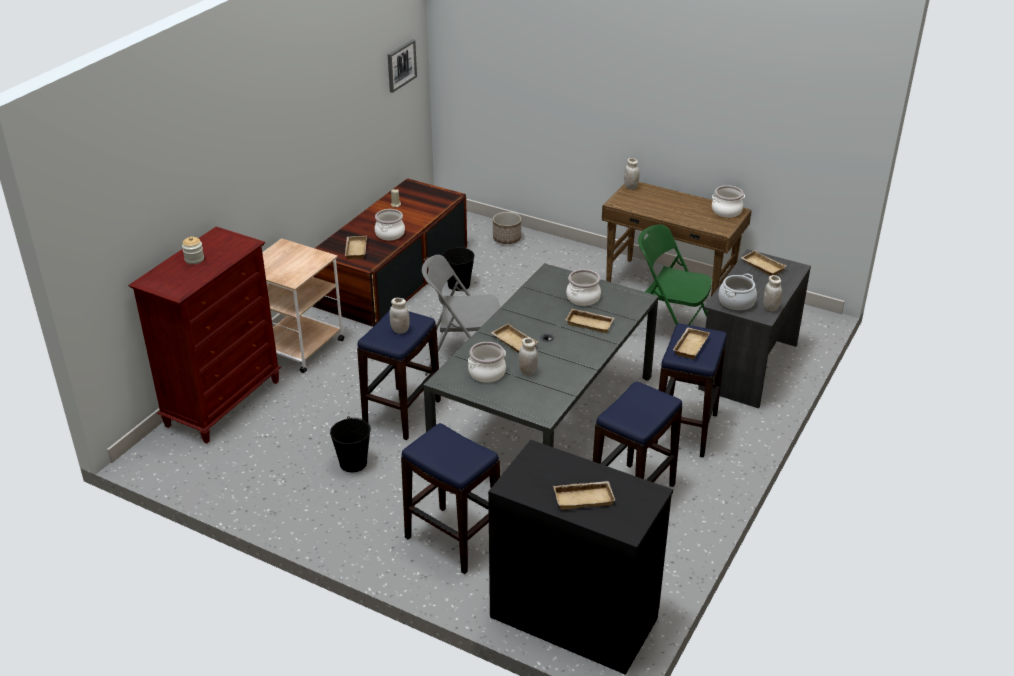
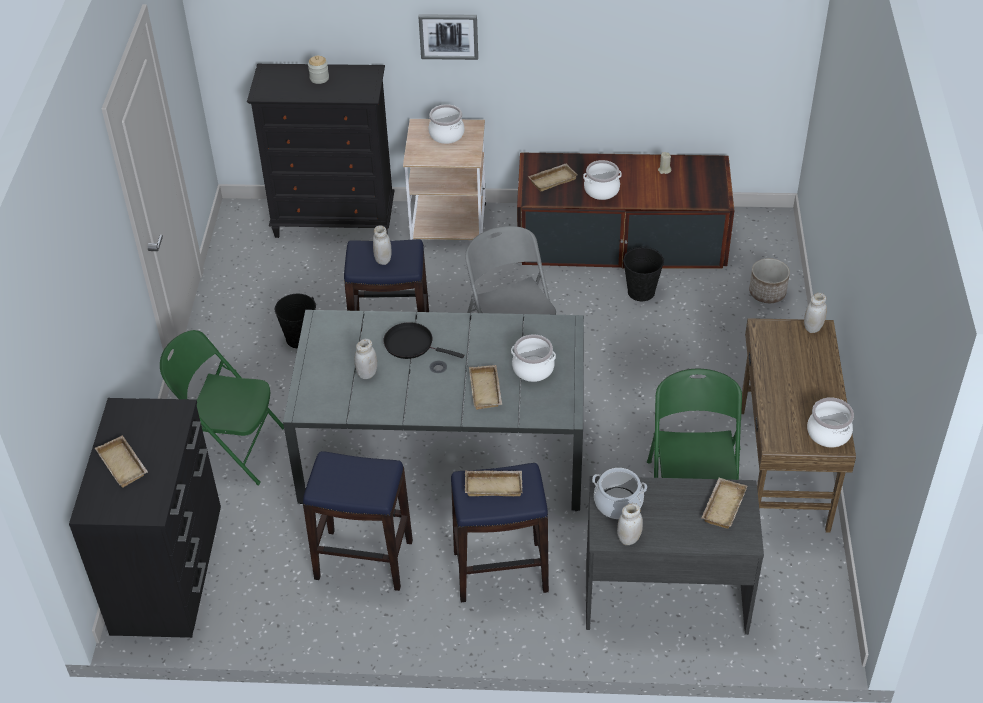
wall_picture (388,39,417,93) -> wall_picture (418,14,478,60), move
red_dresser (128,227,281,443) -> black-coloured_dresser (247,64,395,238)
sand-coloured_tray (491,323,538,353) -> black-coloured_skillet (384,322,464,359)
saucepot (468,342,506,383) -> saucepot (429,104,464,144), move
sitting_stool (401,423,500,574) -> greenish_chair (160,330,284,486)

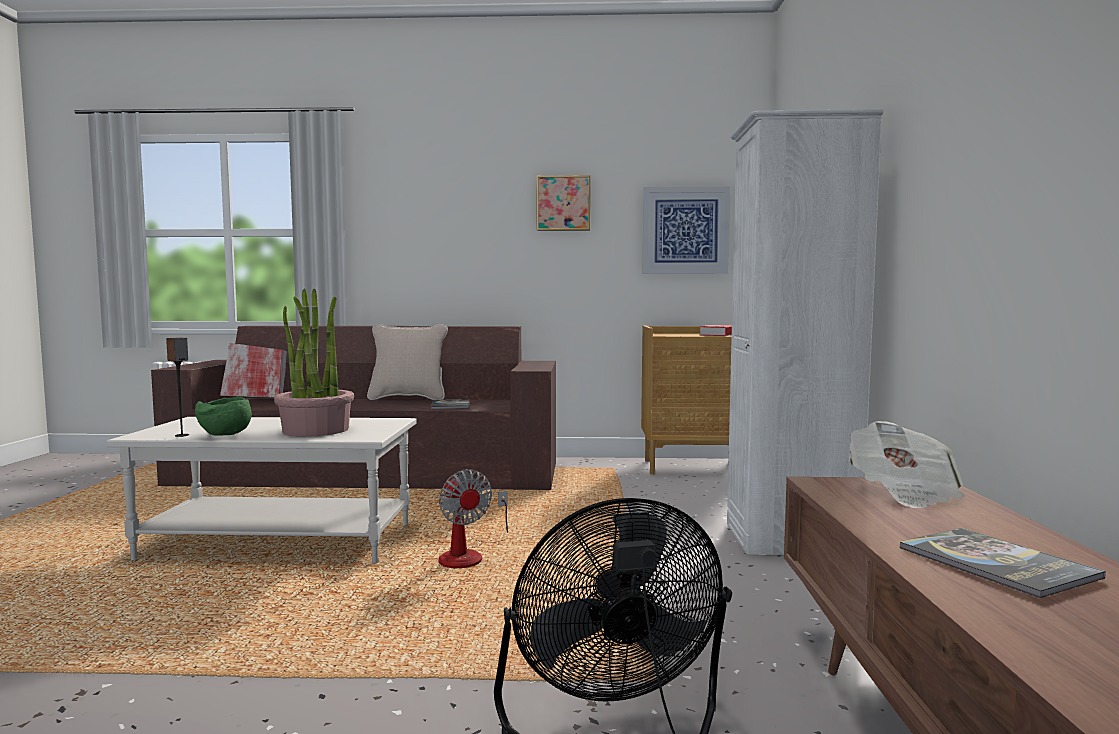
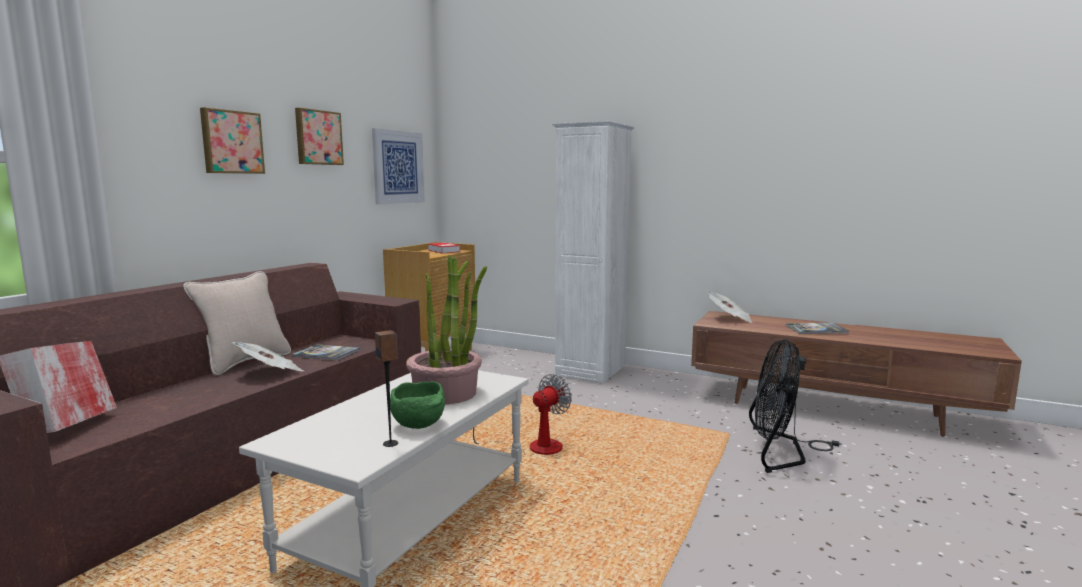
cooling_fan (438,469,508,568) -> cooling_fan (470,374,572,456), 45 degrees counterclockwise
none -> wall_picture (200,107,265,174)
none -> printed_paper (232,342,304,371)

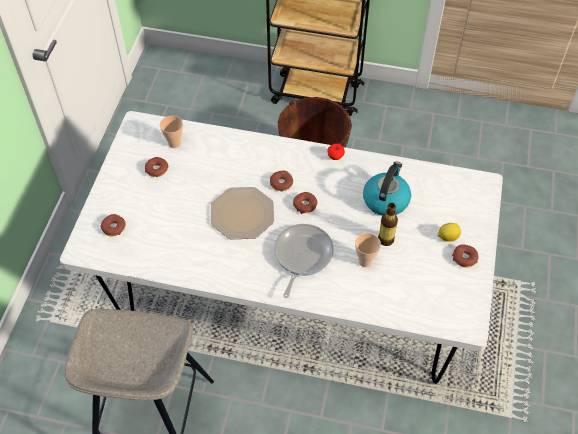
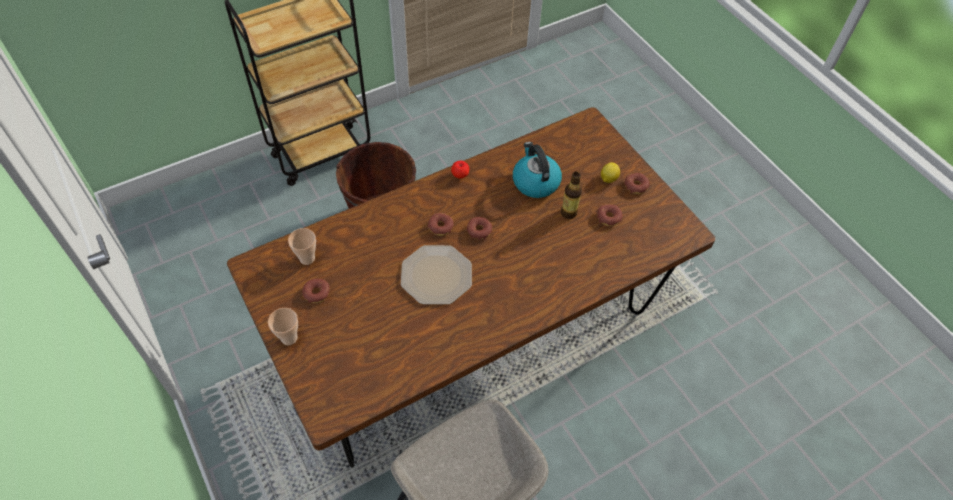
whitish_dining_table (60,111,503,384) -> brown_dining_table (227,107,716,468)
doughnut (101,214,126,237) -> doughnut (597,204,623,226), move
skillet (274,224,334,298) -> none
drinking_cup (355,233,381,267) -> drinking_cup (268,308,298,345), move

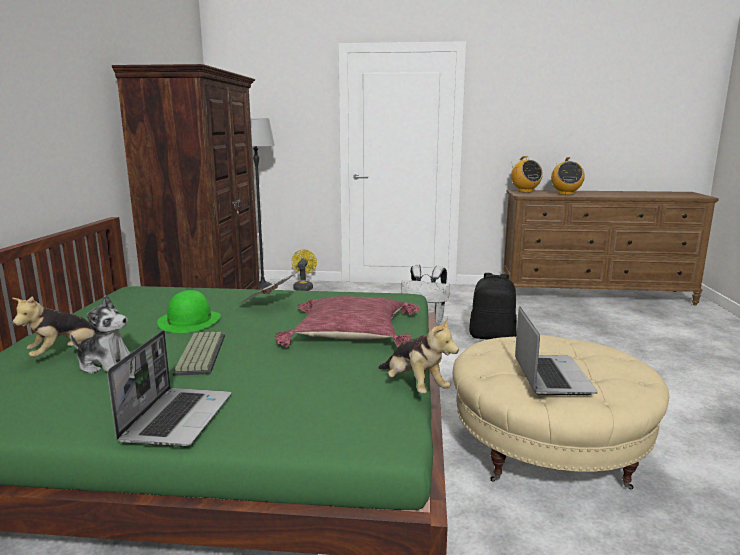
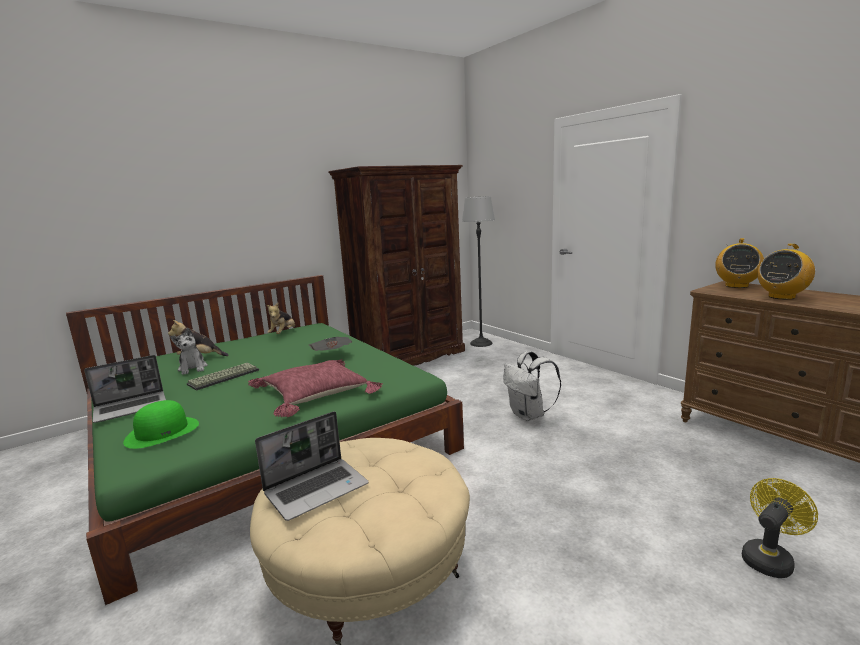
yellow-coloured_cooling_fan (291,250,317,291) -> yellow-coloured_cooling_fan (742,478,818,578), move
black-coloured_backpack (469,273,517,340) -> none
greenish_hat (157,290,221,333) -> greenish_hat (123,400,199,449), move
plush_toy (378,317,459,393) -> plush_toy (267,303,296,334), move

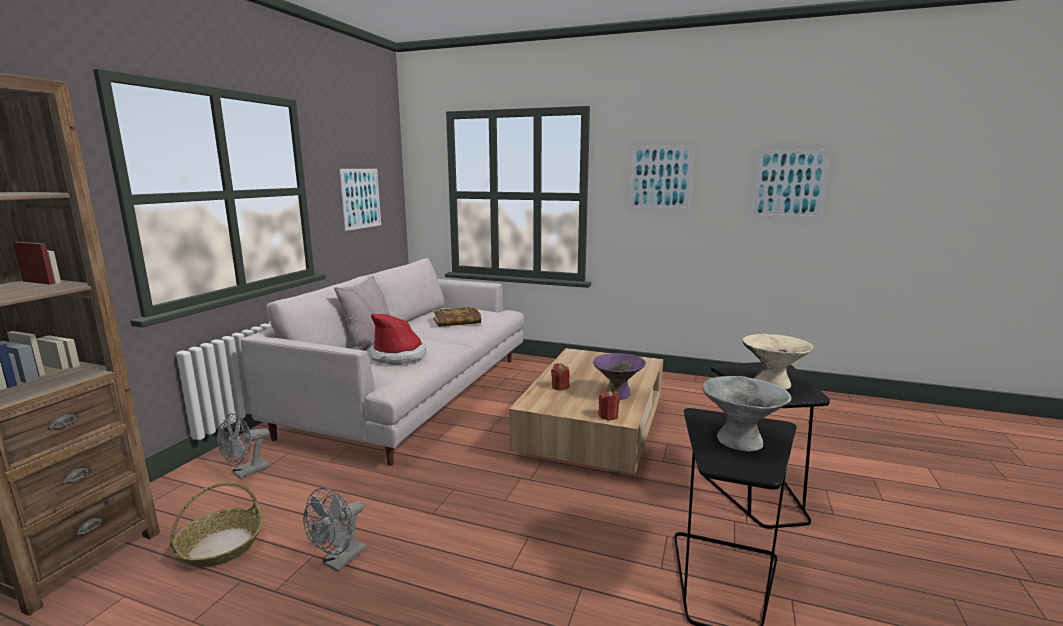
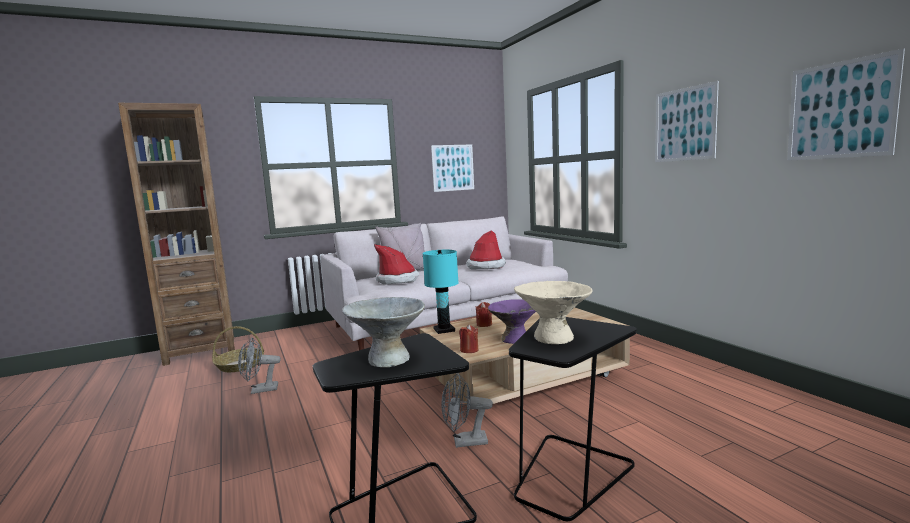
bound_book (433,307,481,327) -> hat (466,230,506,269)
gray_cooling_fan (217,413,270,479) -> gray_cooling_fan (441,373,493,448), move
none -> turquoise-coloured_lamp_for_a_table (423,250,459,334)

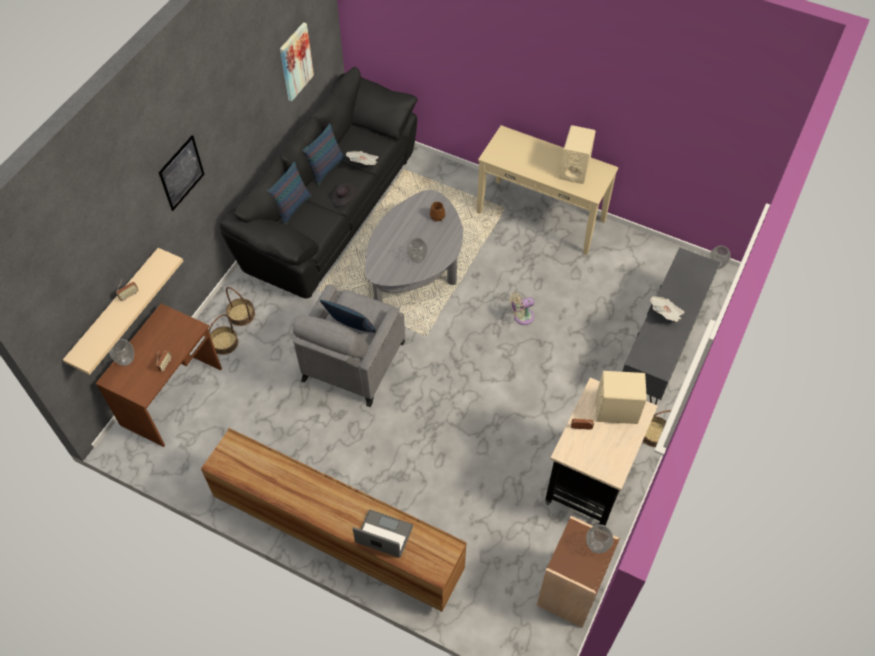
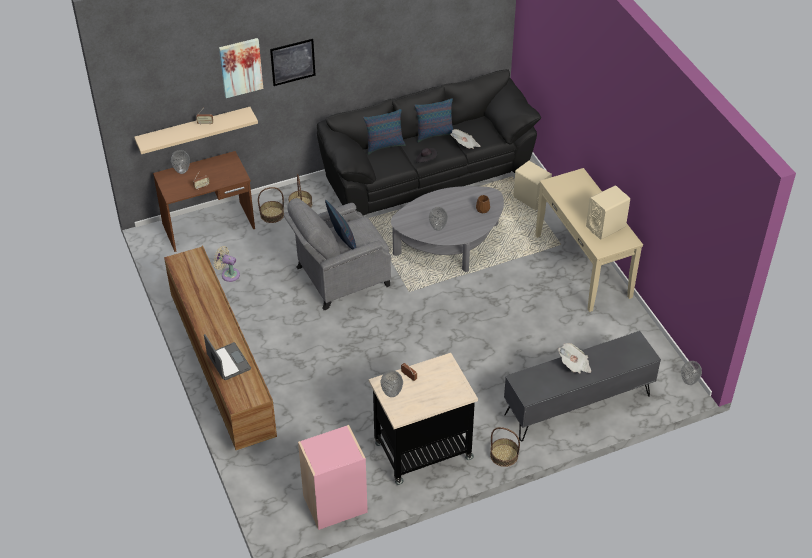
wall_picture (280,22,314,101) -> wall_picture (219,38,263,98), move
sand-coloured_cooling_fan (510,292,534,325) -> sand-coloured_cooling_fan (214,246,240,282), move
sand-coloured_audio_speaker (596,371,647,424) -> sand-coloured_audio_speaker (513,161,552,210), move
brown_bookshelf (536,516,620,628) -> pinkish_bookshelf (298,425,368,530)
decorative_vase (586,525,614,554) -> decorative_vase (380,370,403,397), move

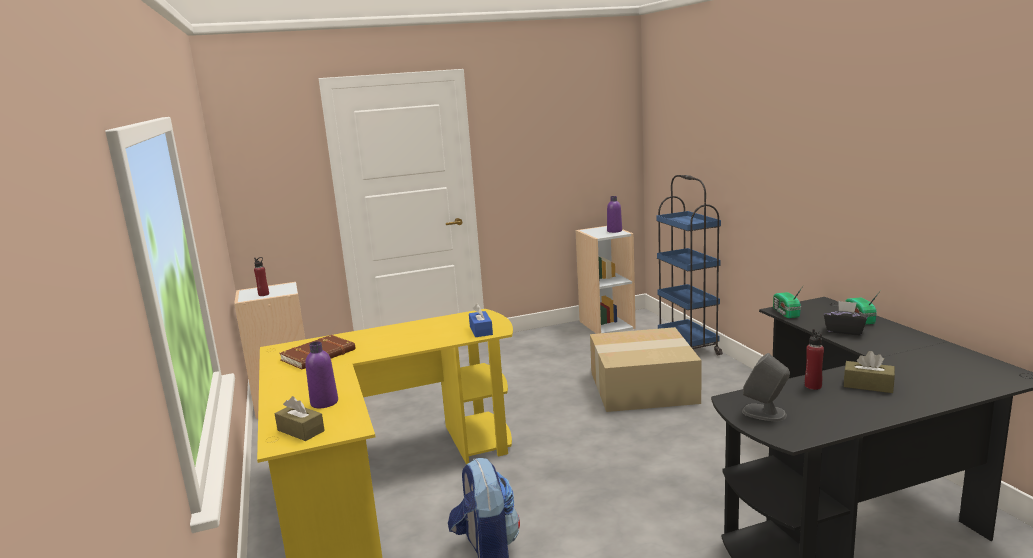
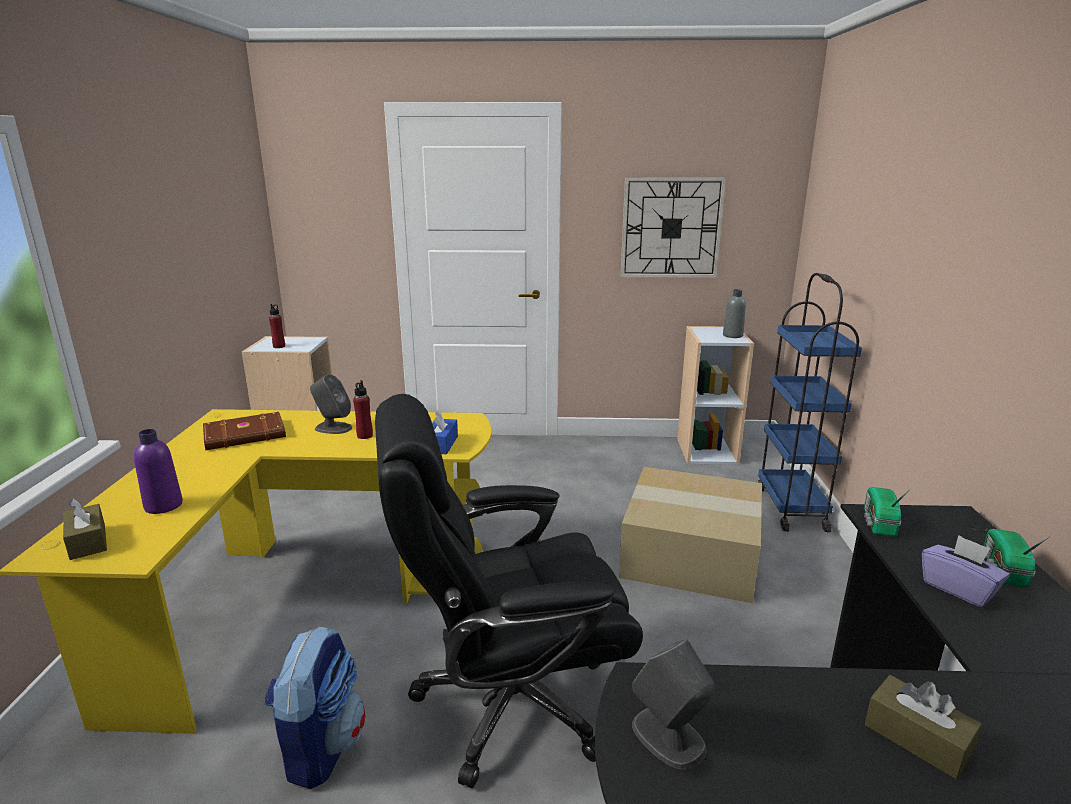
purplish_beverage_bottle (607,196,622,233) -> gray_beverage_bottle (723,289,746,338)
black-coloured_tissue_box (824,301,868,335) -> purplish_tissue_box (922,535,1010,607)
red_beverage_bottle (805,329,824,390) -> red_beverage_bottle (353,380,373,439), move
none -> clock_on_the_wall (621,177,726,278)
none -> gray_audio_speaker (310,374,352,434)
none -> black-coloured_computer_chair (375,394,643,788)

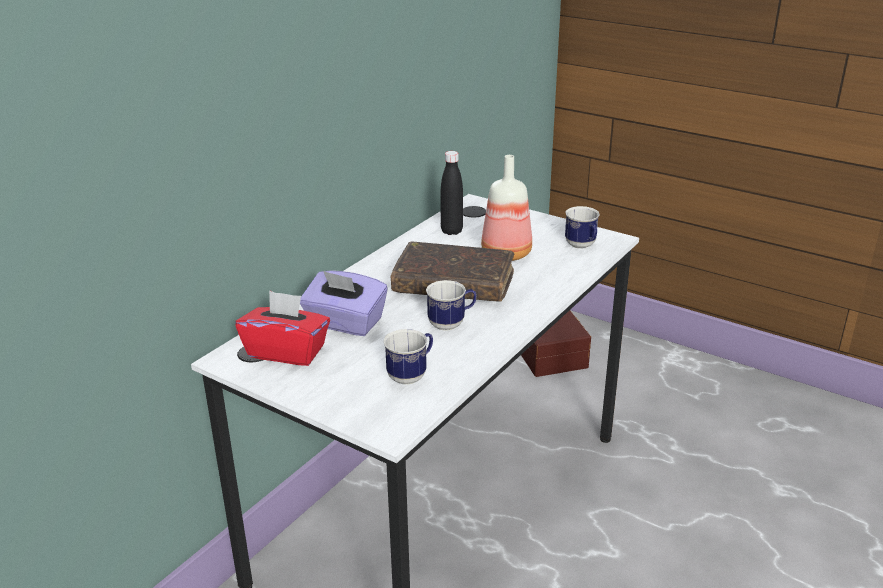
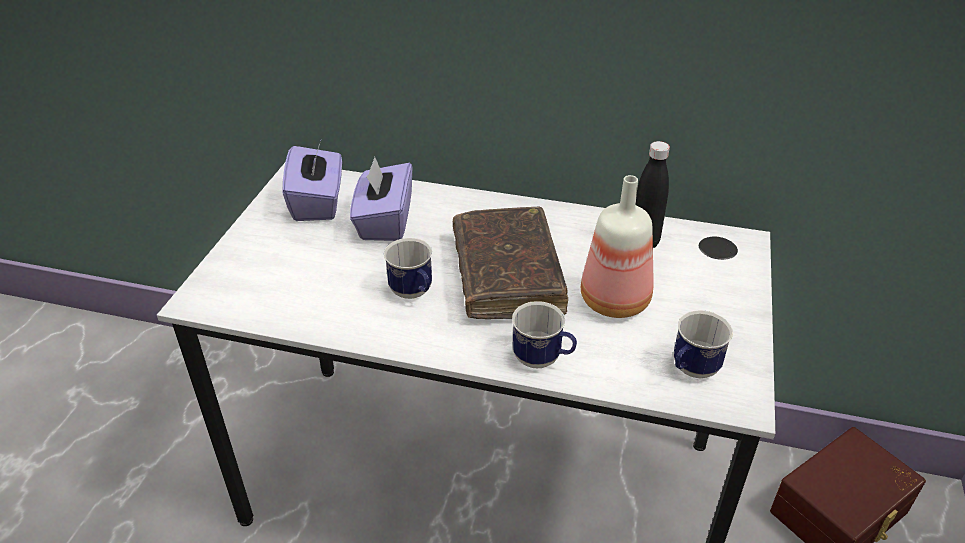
red_tissue_box (236,290,330,366) -> purplish_tissue_box (282,141,342,221)
coffee_mug (384,329,433,385) -> coffee_mug (512,301,577,368), move

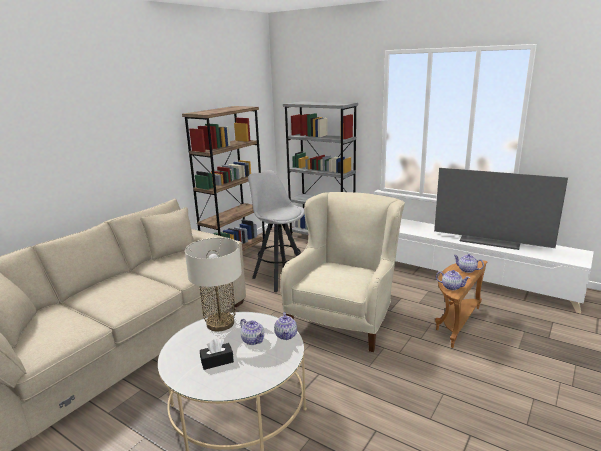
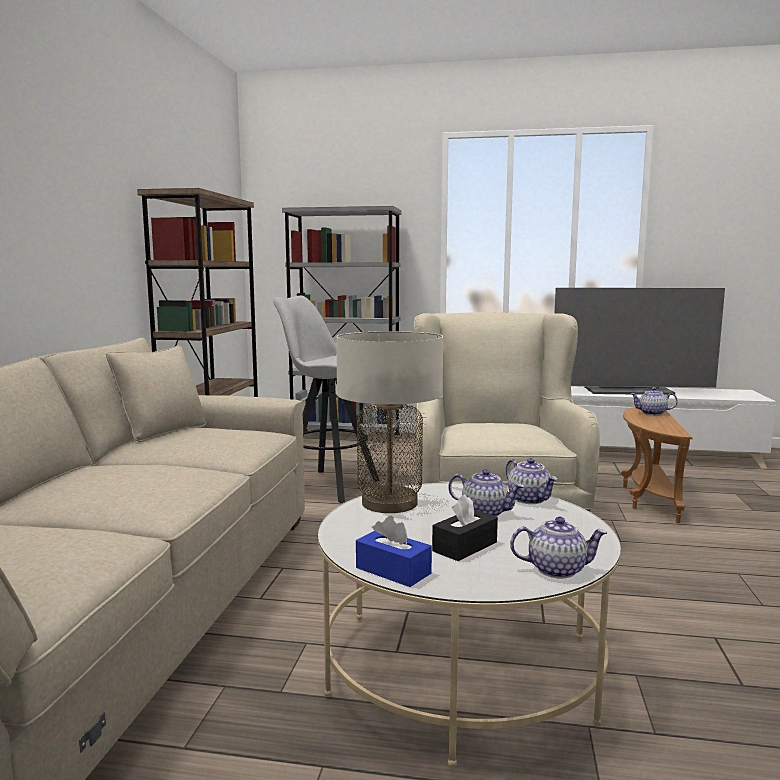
teapot (436,270,470,290) -> teapot (510,517,607,579), move
none -> bluish_tissue_box (356,516,432,587)

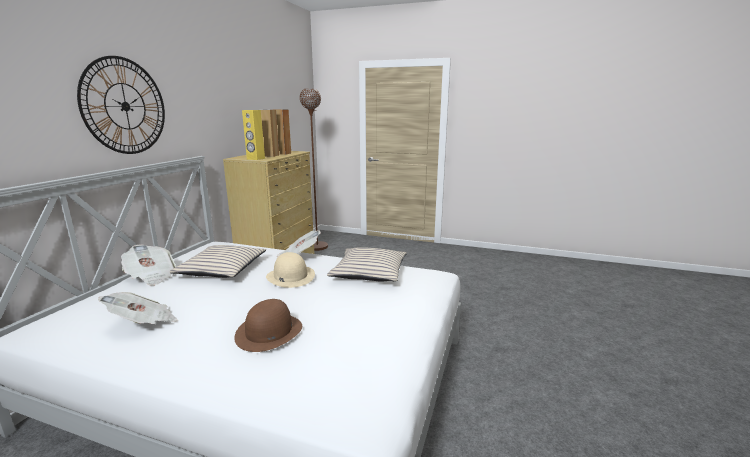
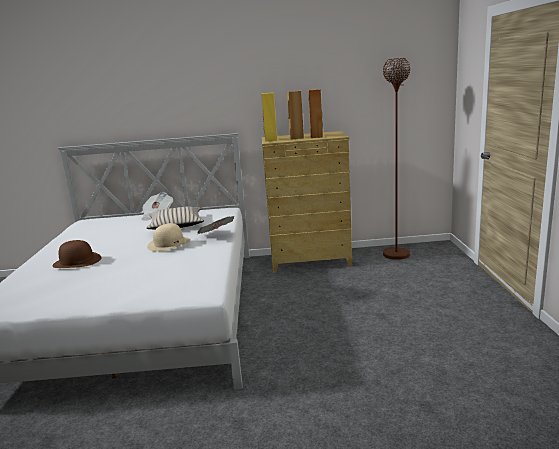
clock_on_the_wall (77,56,165,154) -> none
sand-coloured_cushion (327,247,407,282) -> none
printed_paper (98,292,178,324) -> none

